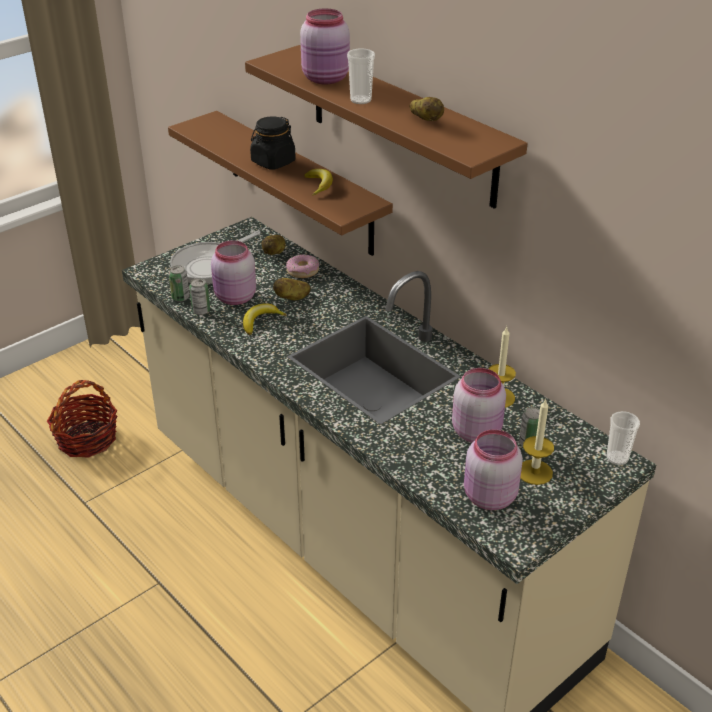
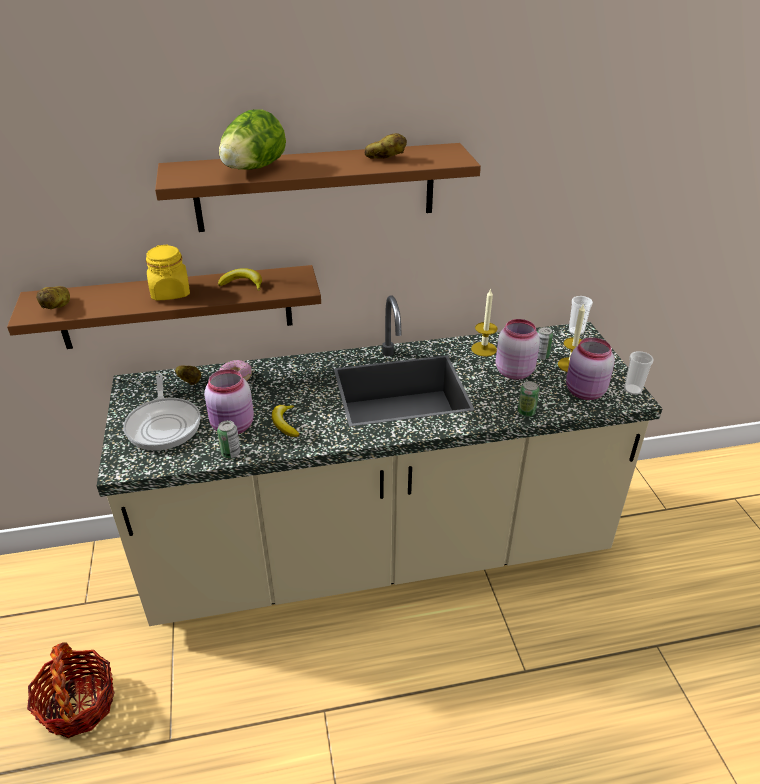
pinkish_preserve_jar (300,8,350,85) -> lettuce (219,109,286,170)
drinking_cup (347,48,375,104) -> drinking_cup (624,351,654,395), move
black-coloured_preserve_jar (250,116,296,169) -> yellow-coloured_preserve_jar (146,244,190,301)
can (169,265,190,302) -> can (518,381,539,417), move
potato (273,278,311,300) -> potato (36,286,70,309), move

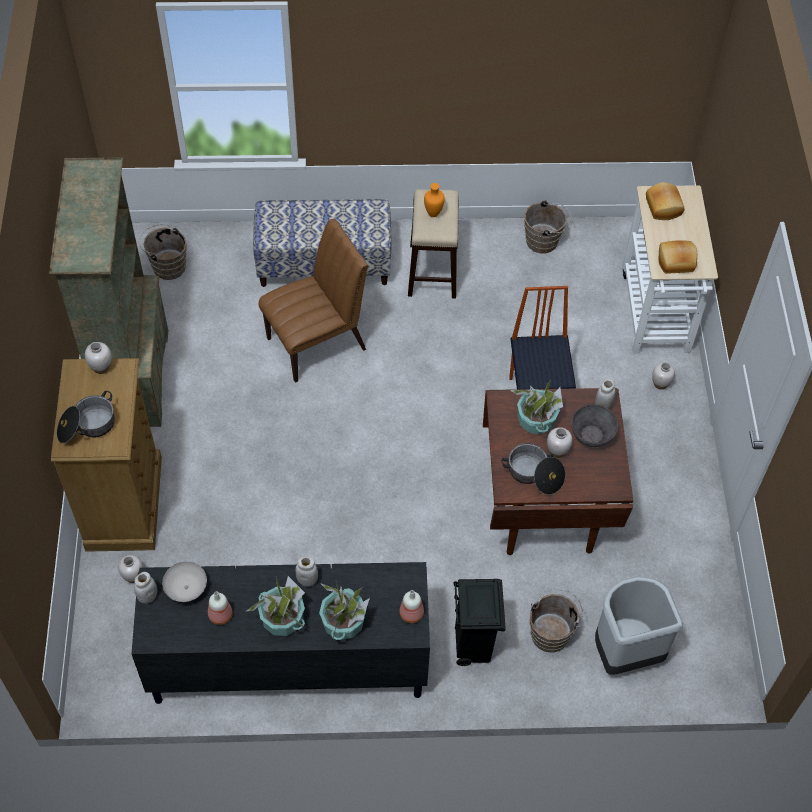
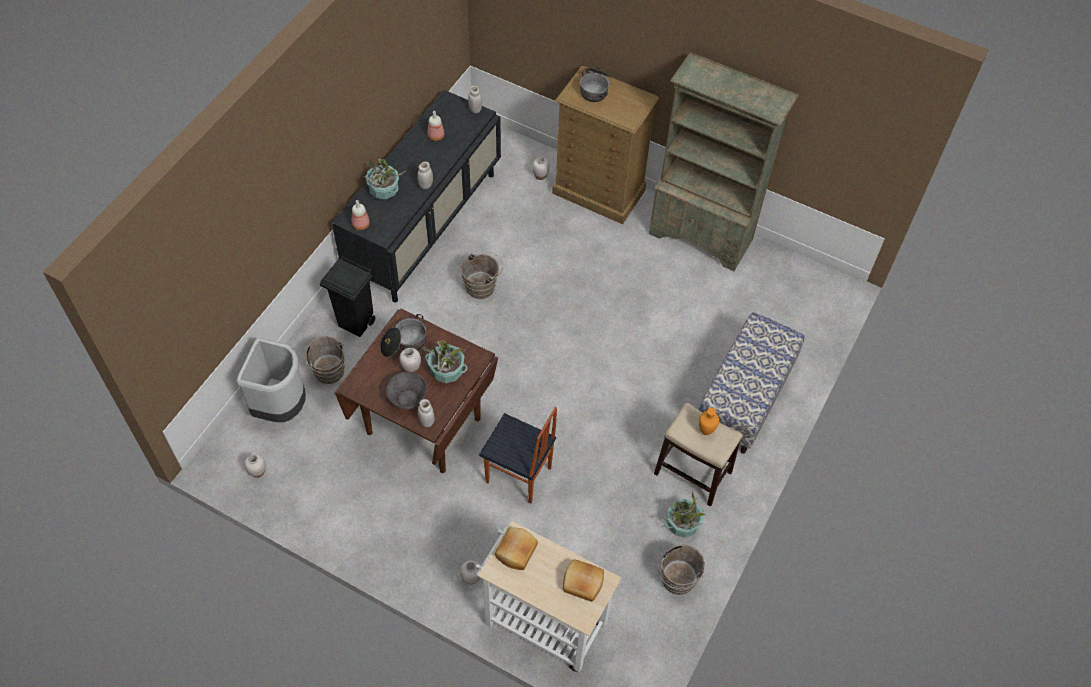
brown_chair (259,219,368,383) -> none
brown_bucket (139,224,187,280) -> brown_bucket (460,252,503,299), move
whitish_decorative_vase (85,342,111,374) -> whitish_decorative_vase (244,454,266,478), move
whitish_serving_bowl (162,561,207,602) -> none
houseplant (245,576,305,636) -> houseplant (662,490,706,538), move

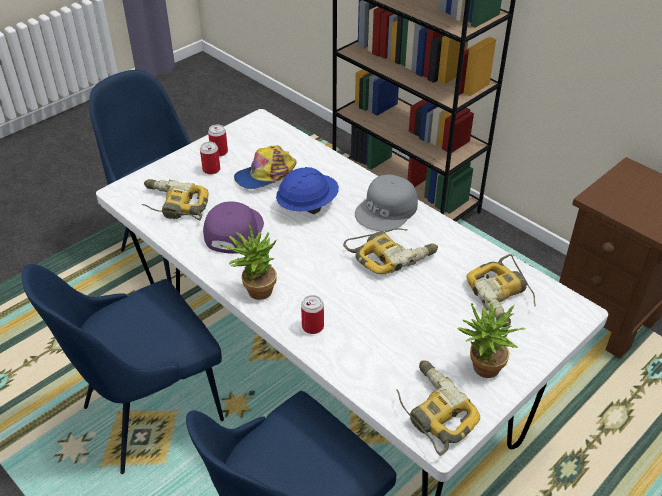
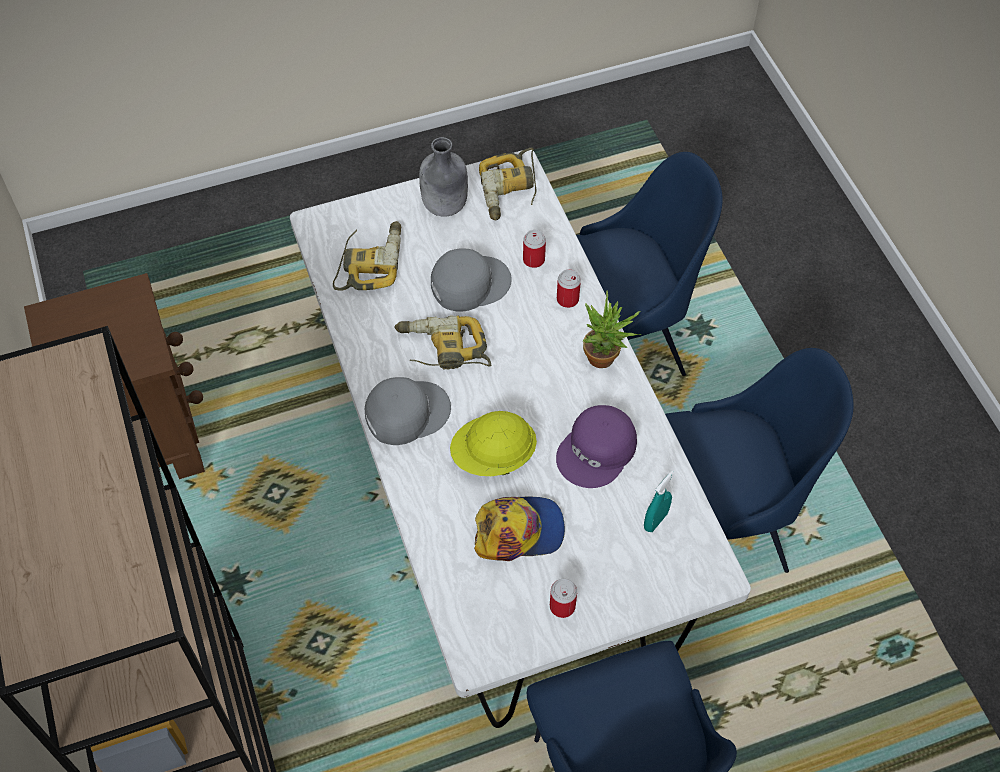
can (200,142,220,174) -> can (523,230,546,268), move
bluish_safety_helmet (276,167,339,214) -> yellow-coloured_safety_helmet (450,411,537,476)
power_drill (142,179,209,221) -> turquoise-coloured_spray_bottle (644,471,674,532)
houseplant (457,303,526,378) -> gray_beverage_bottle (419,137,468,217)
none -> gray_cap (431,249,512,312)

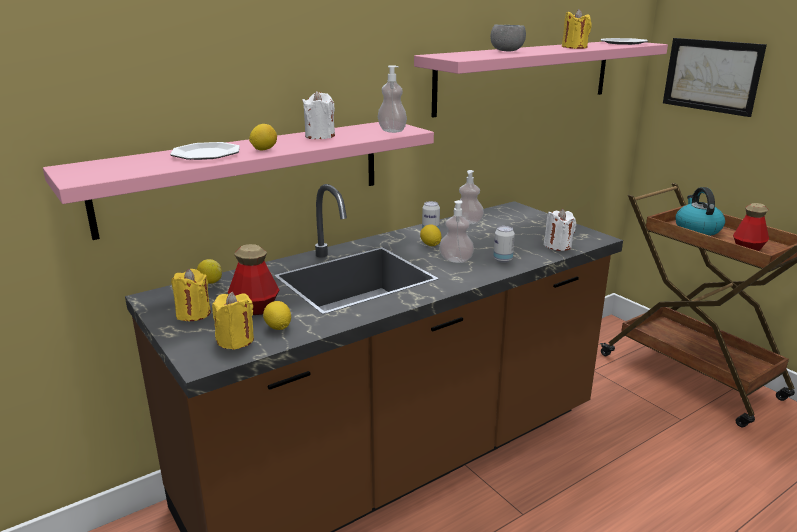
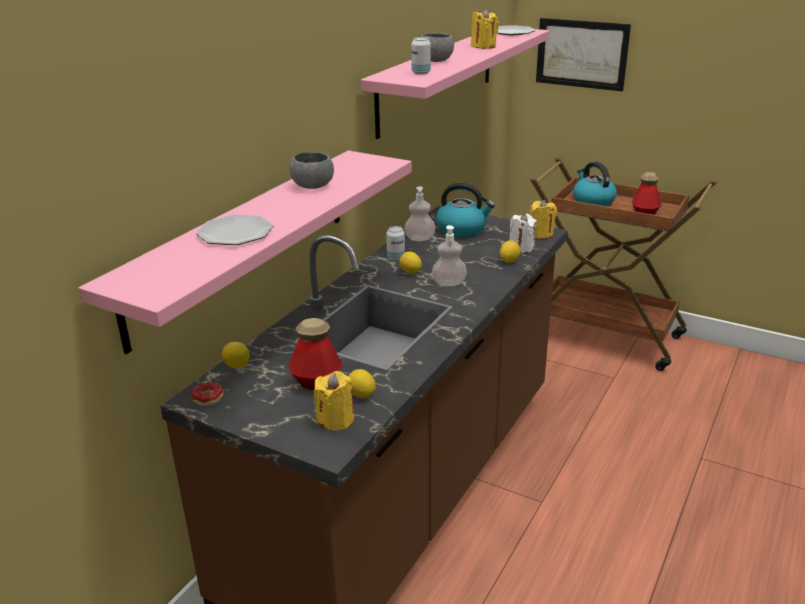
soap_bottle (378,65,407,133) -> none
whitish_candle (302,91,335,139) -> gray_serving_bowl (289,152,334,189)
lemon (249,124,277,150) -> lemon (500,241,521,263), move
can (493,226,515,263) -> can (411,37,431,75), move
yellow-coloured_candle (171,269,211,321) -> yellow-coloured_candle (529,200,557,239), move
none -> water_kettle (436,183,495,237)
none -> doughnut (191,382,224,406)

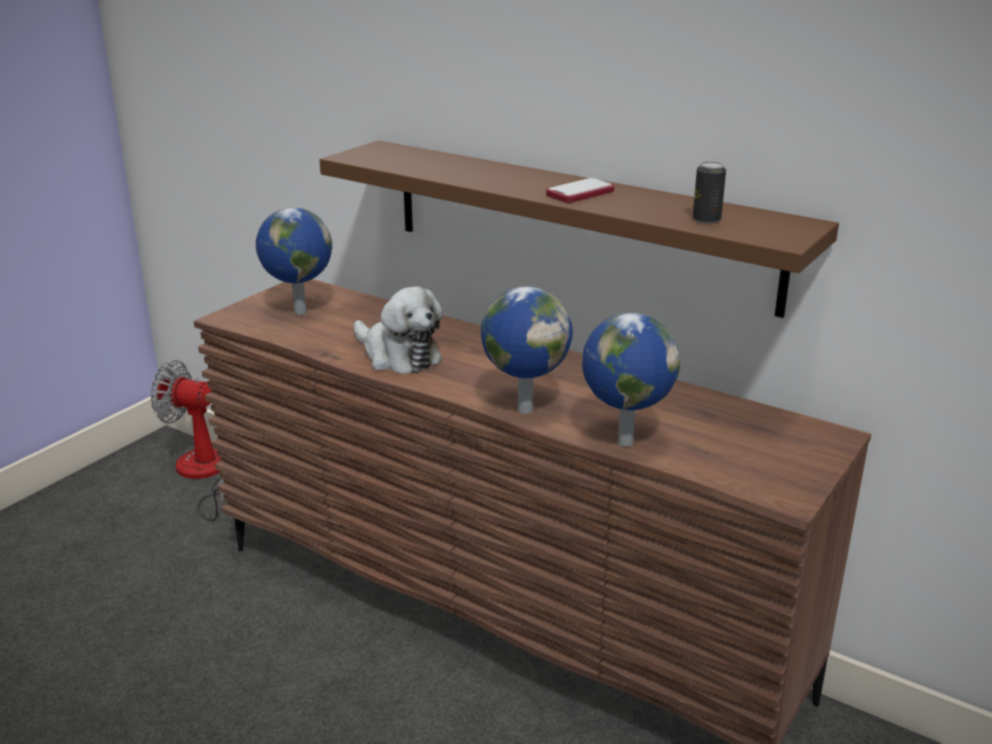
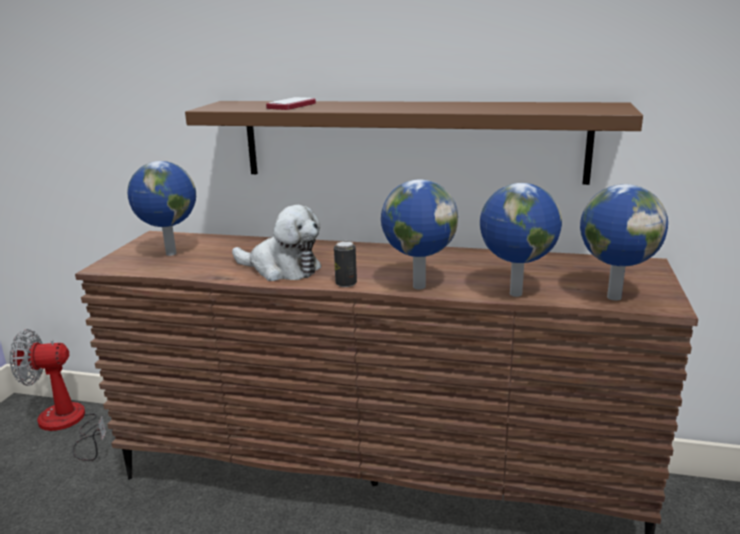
can (693,162,726,224) -> can (334,241,357,287), move
phone (546,178,614,203) -> phone (266,97,316,110), move
none -> world_globe (580,184,668,301)

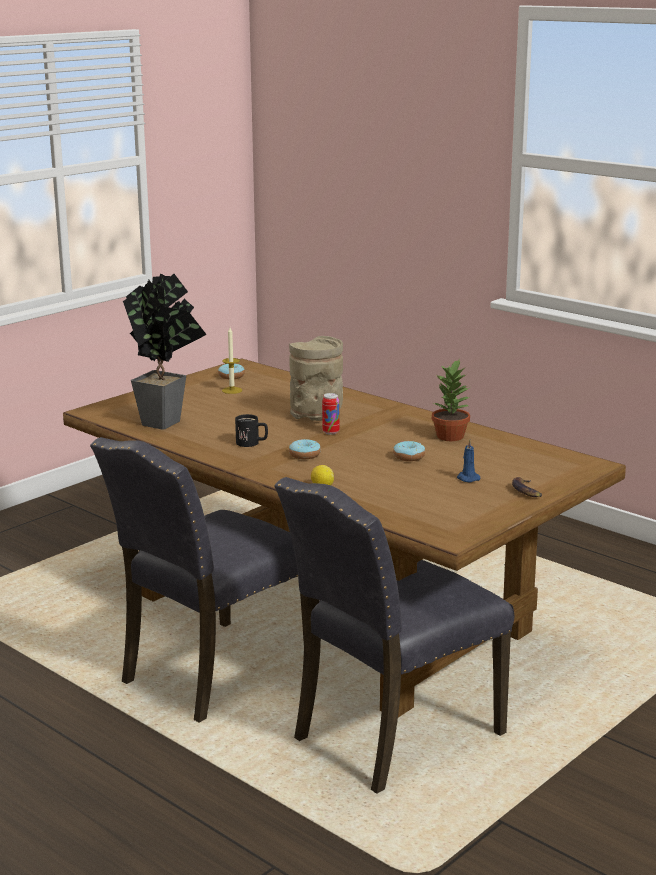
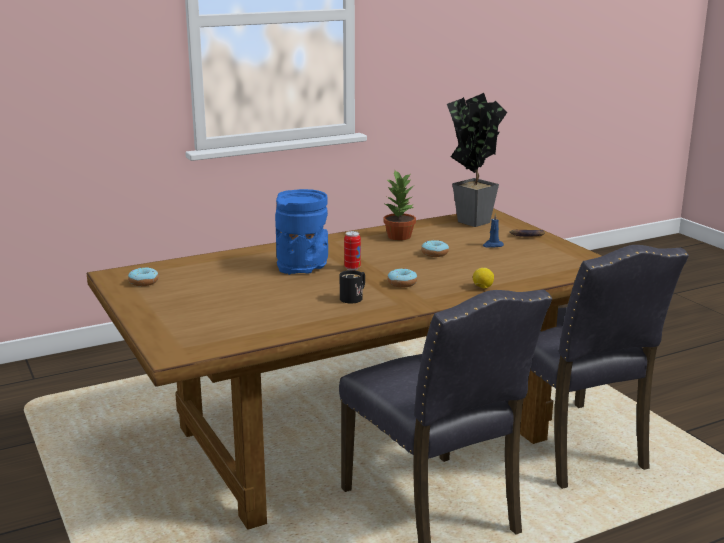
houseplant (123,274,207,430) -> houseplant (447,93,507,227), move
candle (222,328,242,394) -> none
sand-coloured_decorative_vase (289,336,343,421) -> bluish_decorative_vase (275,189,328,275)

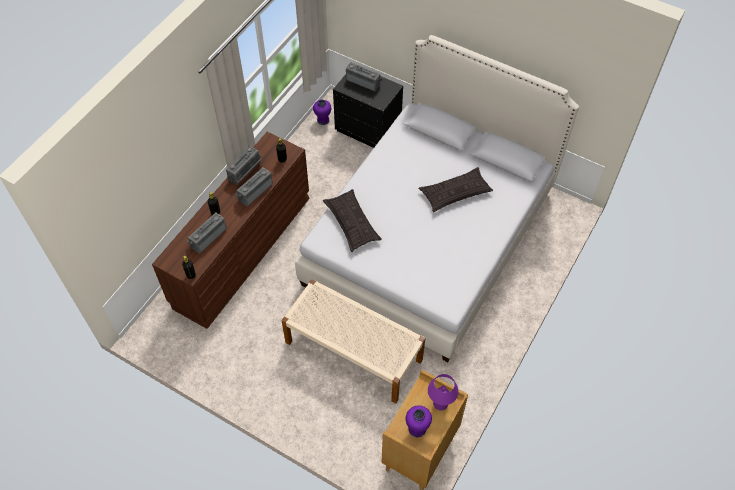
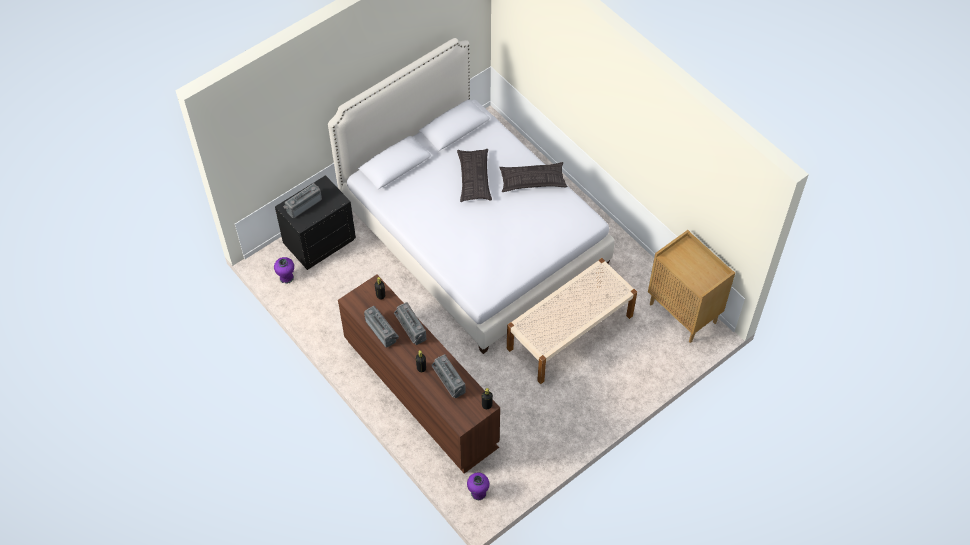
cushion (323,189,382,252) -> cushion (499,162,568,192), move
purplish_lamp_for_a_table (428,374,459,411) -> none
purplish_decorative_vase (406,405,432,438) -> purplish_decorative_vase (467,473,490,500), move

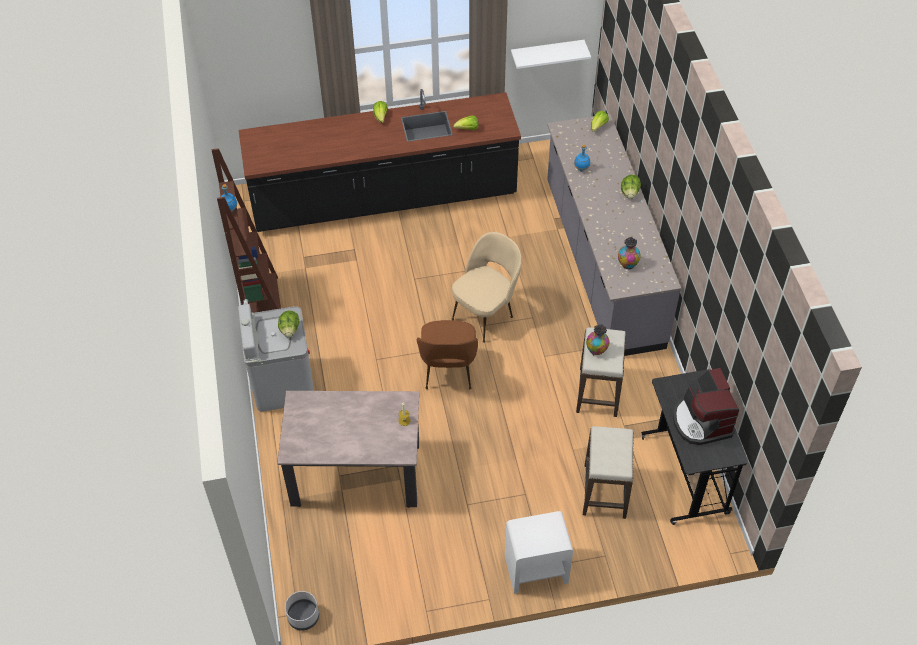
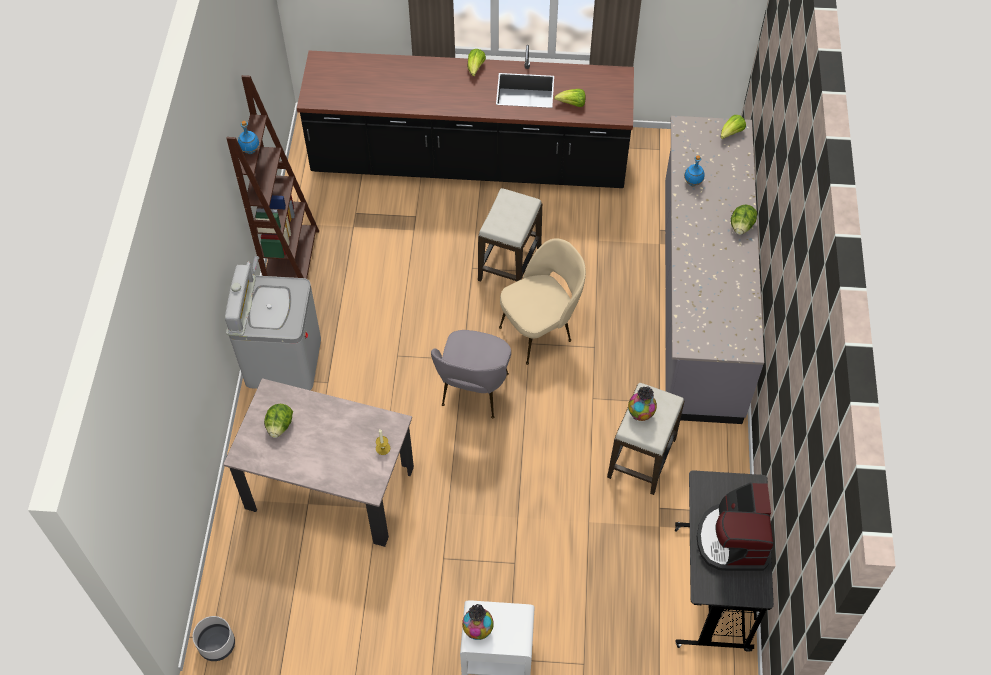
whitish_bracket_shelf (511,40,591,69) -> none
decorative_vase (618,237,641,269) -> decorative_vase (462,604,494,640), move
lettuce (278,311,299,337) -> lettuce (264,404,293,438), move
brown_chair (417,320,478,390) -> gray_chair (431,330,511,419)
sitting_stool (583,426,634,519) -> sitting_stool (478,188,542,282), move

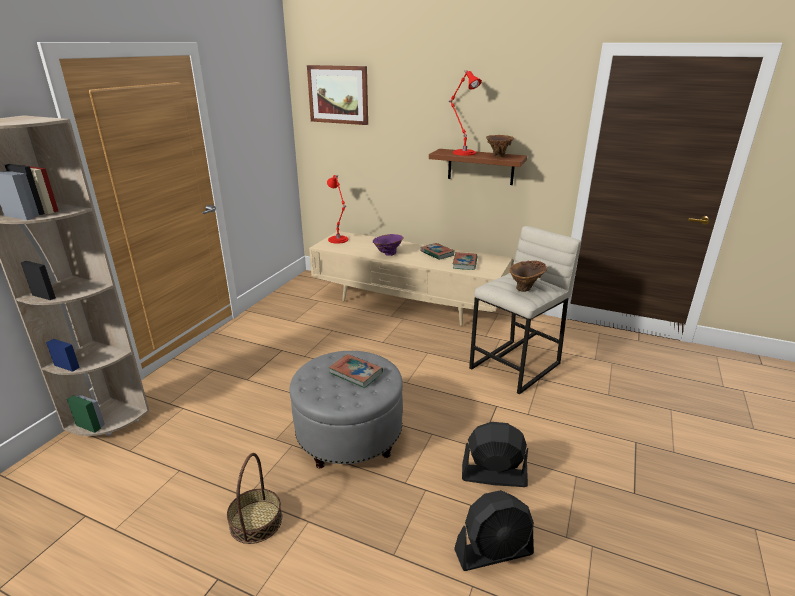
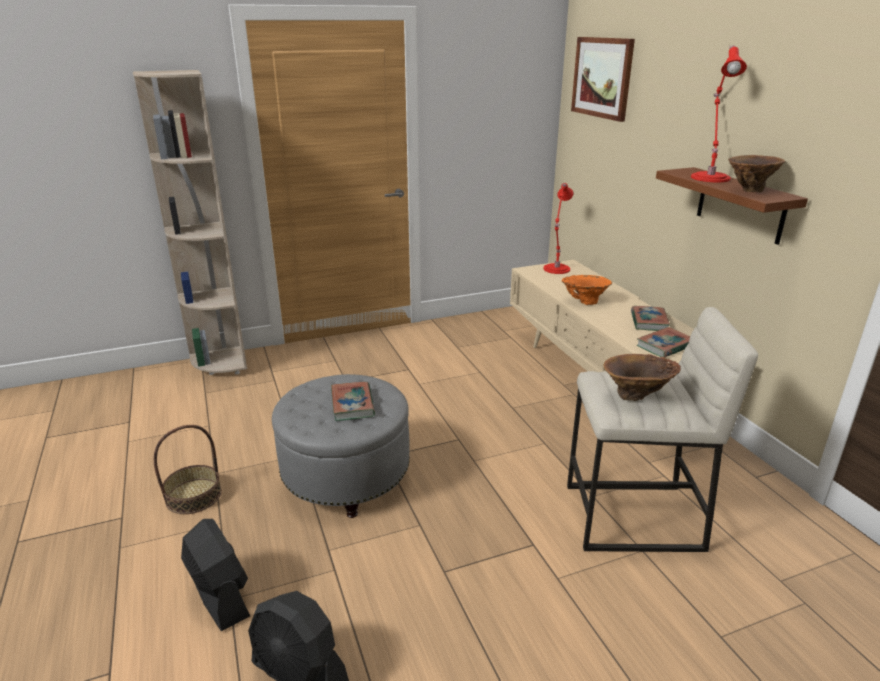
purplish_decorative_vase (373,234,404,256) -> orangey_decorative_vase (562,275,612,305)
black-coloured_cooling_fan (462,422,528,487) -> black-coloured_cooling_fan (181,519,250,631), move

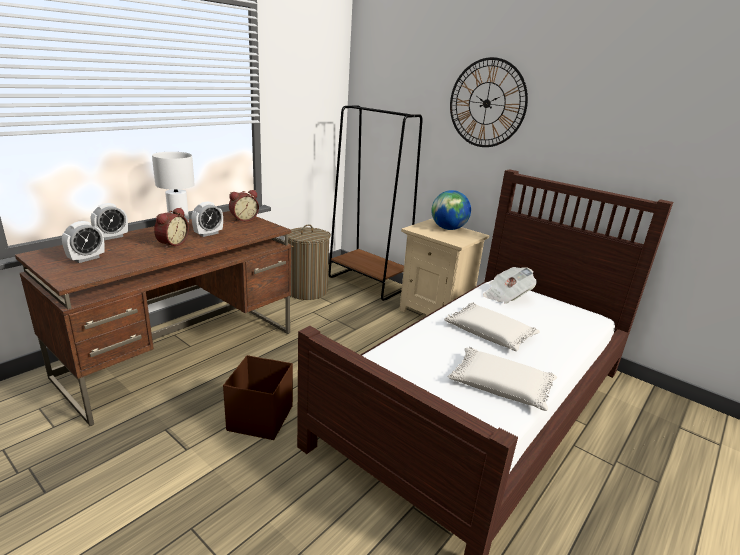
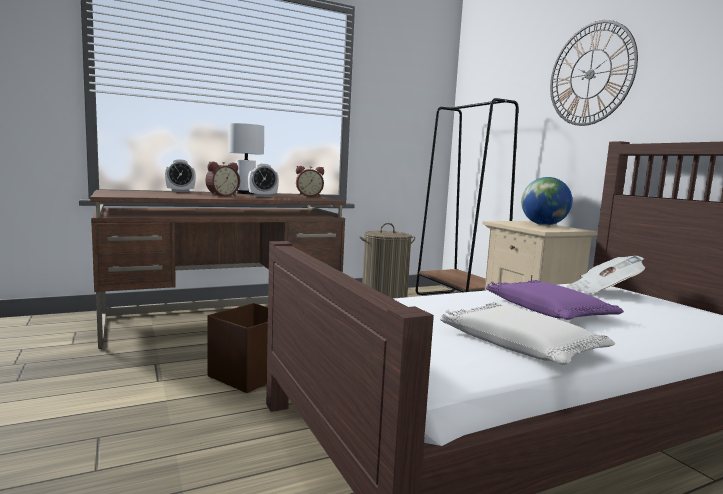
table_clock (62,221,105,263) -> none
whitish_cushion (444,302,540,351) -> purplish_cushion (486,280,624,320)

